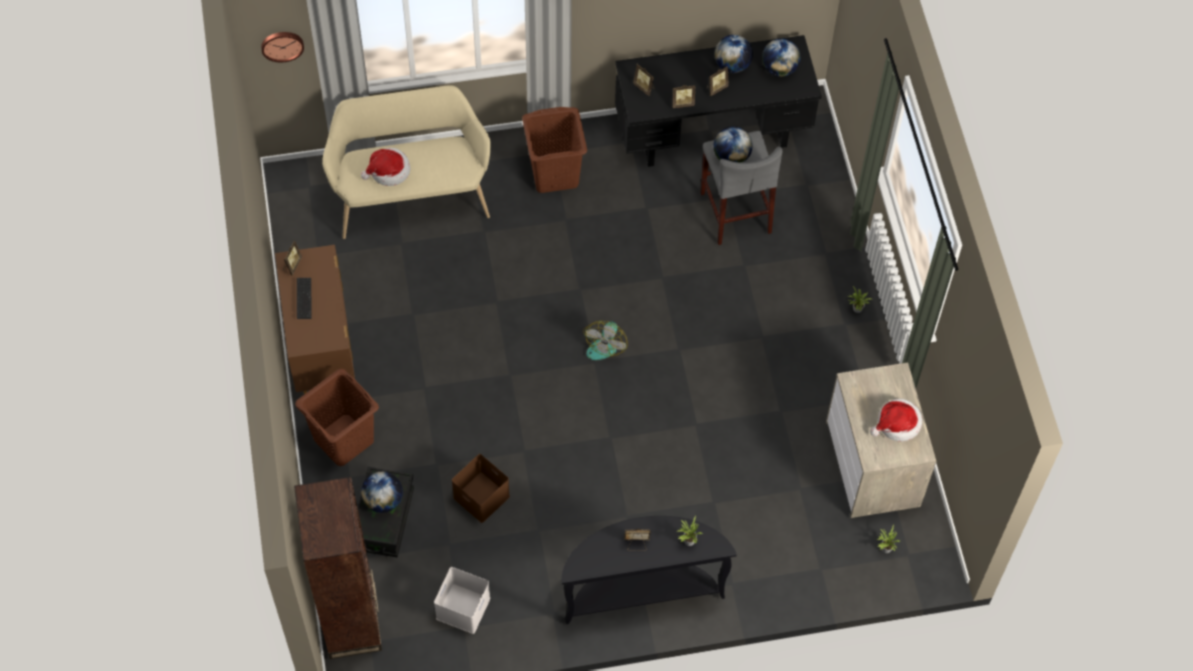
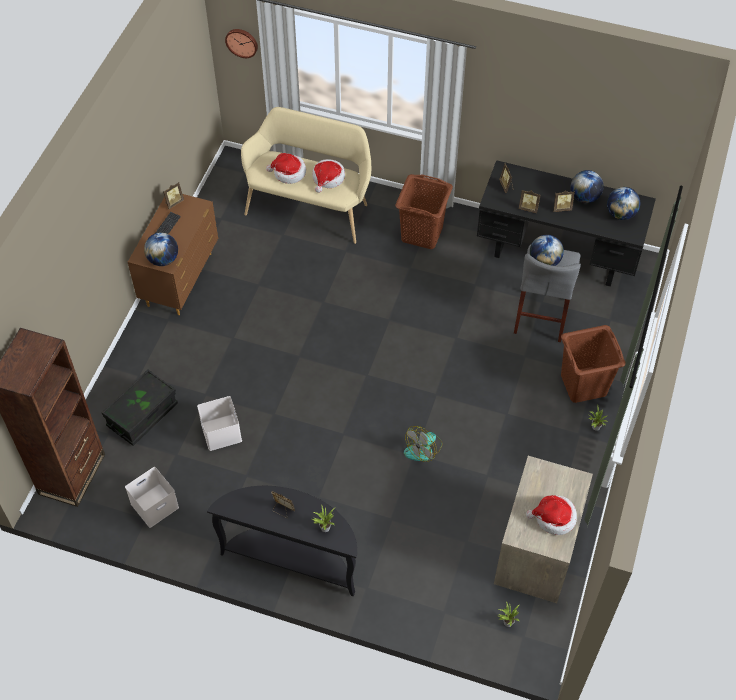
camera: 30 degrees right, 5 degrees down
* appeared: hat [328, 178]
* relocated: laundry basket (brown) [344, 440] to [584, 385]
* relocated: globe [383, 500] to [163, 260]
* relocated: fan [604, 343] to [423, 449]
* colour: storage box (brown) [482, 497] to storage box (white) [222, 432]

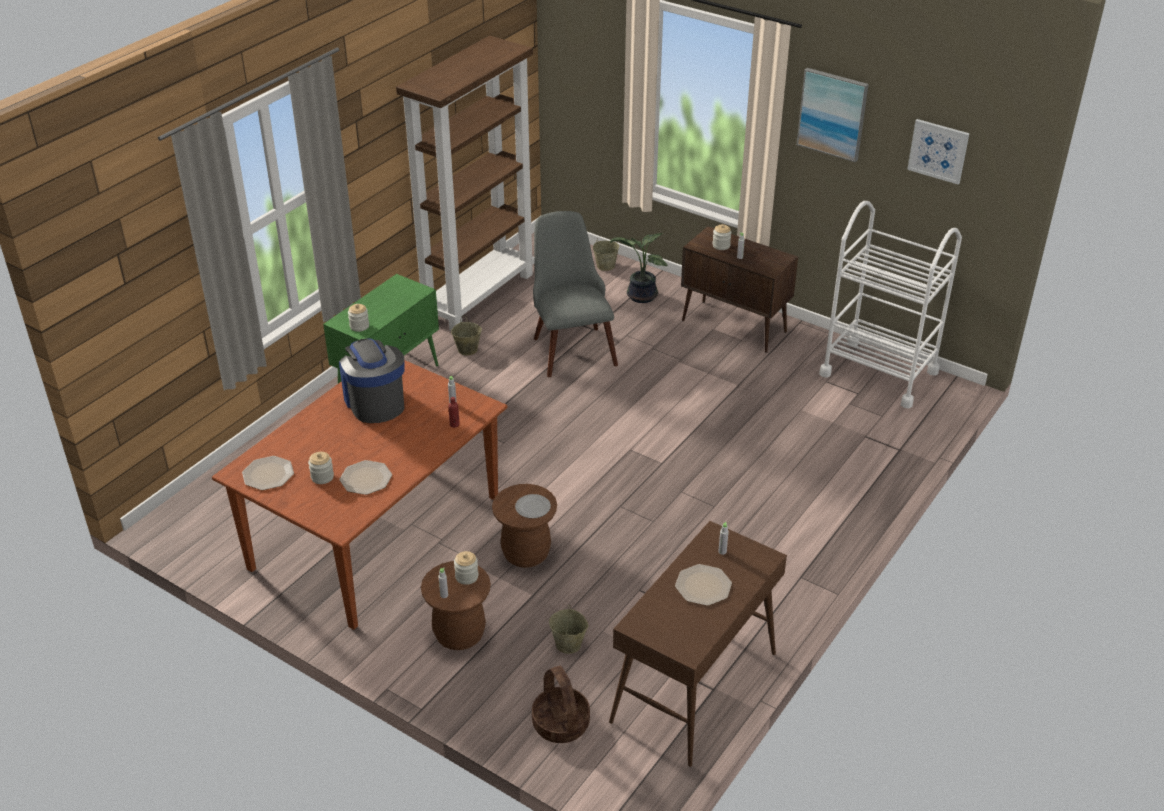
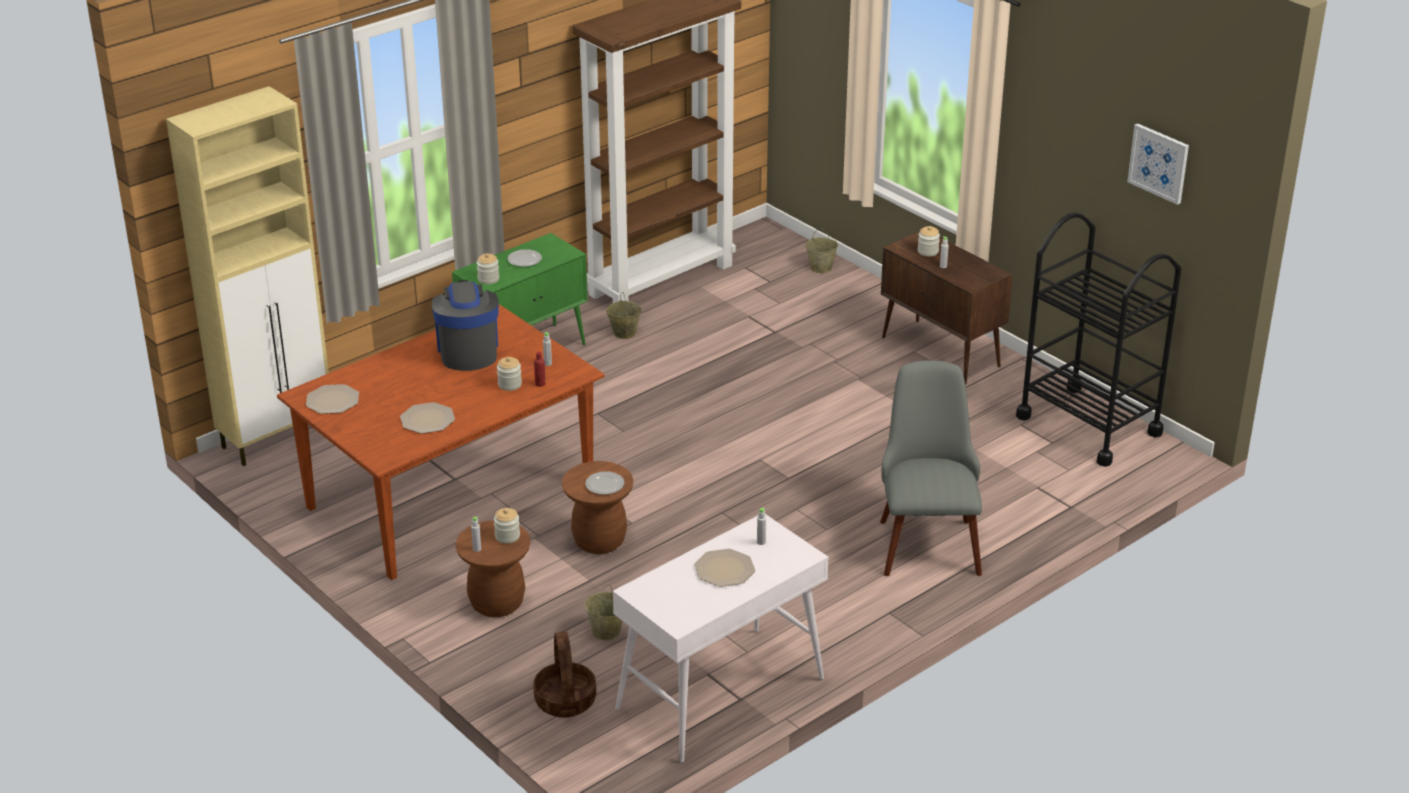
camera: 15 degrees right, 5 degrees down
* missing: potted plant [640, 296]
* missing: picture [832, 114]
* appeared: cabinet (beige) [278, 438]
* appeared: plate [524, 260]
* relocated: jar [322, 477] to [509, 384]
* relocated: chair (grey) [570, 345] to [926, 537]
* colour: console table (brown) [694, 688] to console table (white) [720, 695]
* colour: cart (white) [879, 373] to cart (black) [1088, 425]

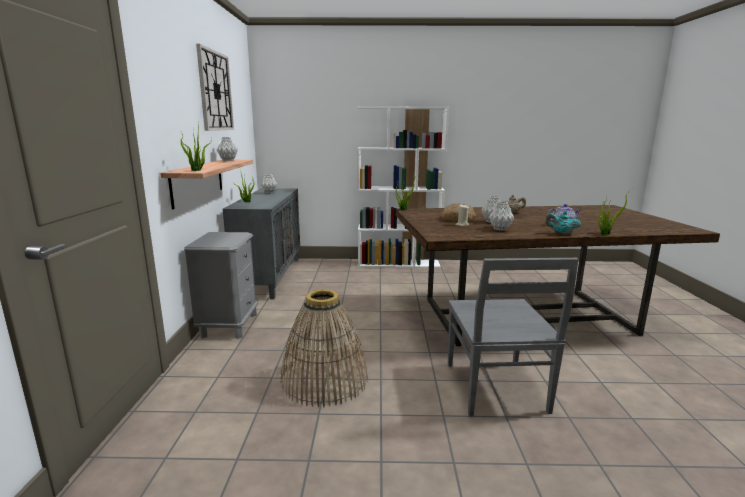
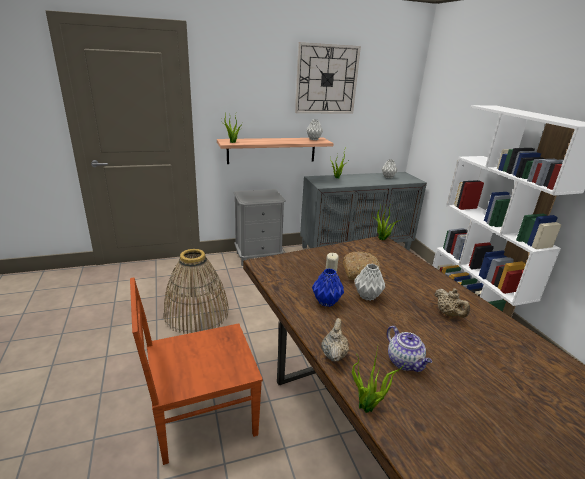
camera: 70 degrees right, 10 degrees up
* colour: chair (grey) [495, 388] to chair (brown) [201, 417]
* colour: vase (grey) [500, 229] to vase (blue) [327, 302]
* colour: teapot (turquoise) [561, 234] to teapot (beige) [334, 354]

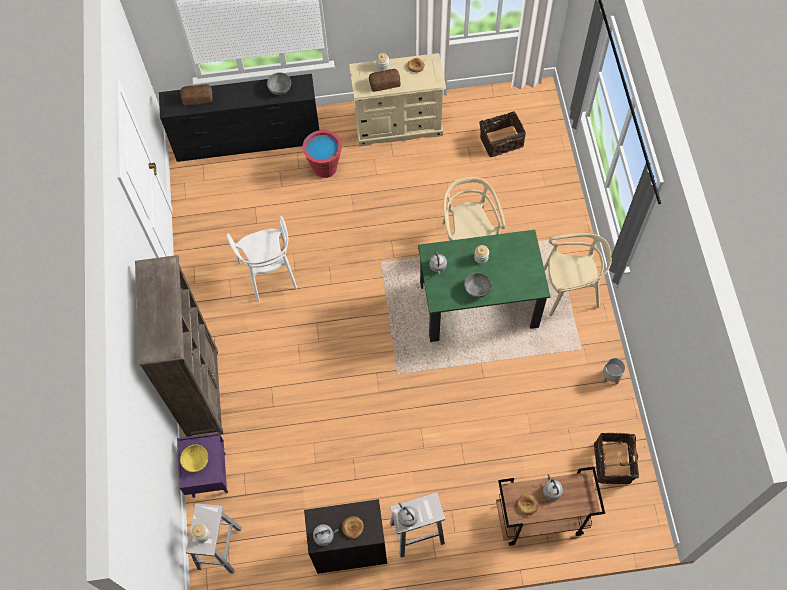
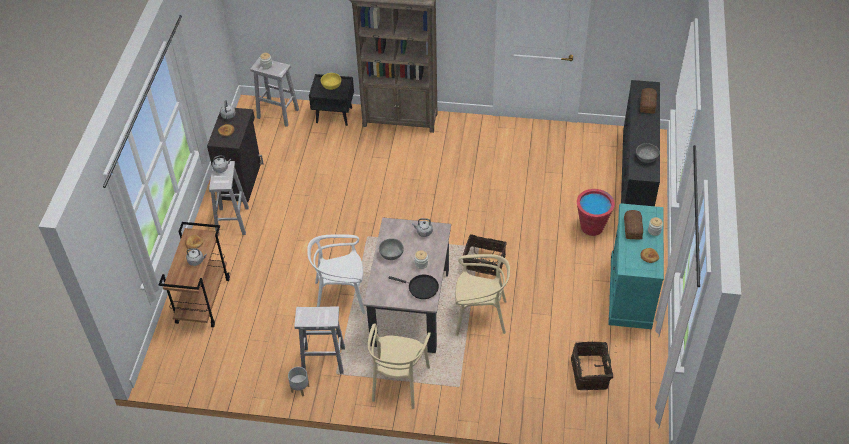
camera: 105 degrees right, 15 degrees down
* appeared: stool (white) [323, 360]
* appeared: frying pan (black) [421, 288]
* relocated: chair (white) [269, 273] to [341, 295]
* relocated: basket [614, 462] to [484, 263]
* colour: nightstand (purple) [208, 474] to nightstand (black) [334, 115]
* colour: dresser (beige) [398, 124] to dresser (turquoise) [630, 292]
* colour: dining table (green) [478, 304] to dining table (beige) [410, 307]

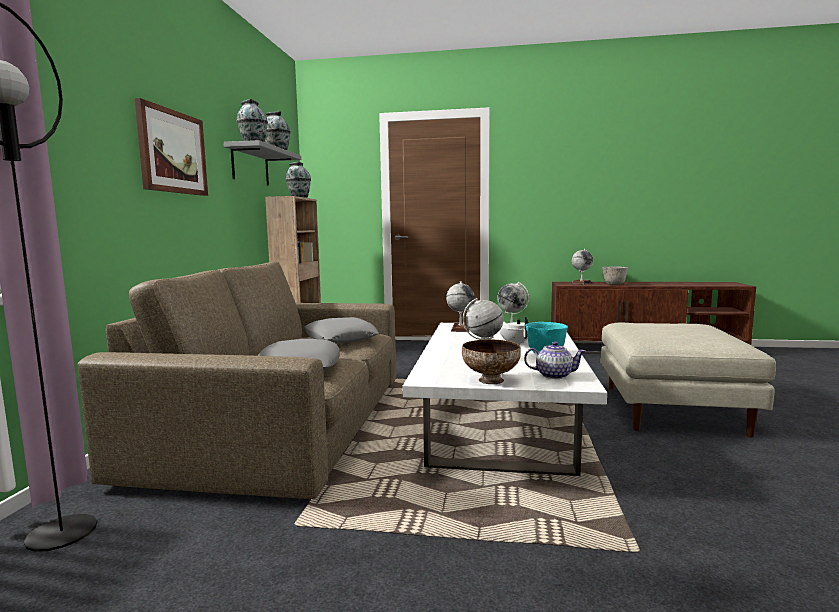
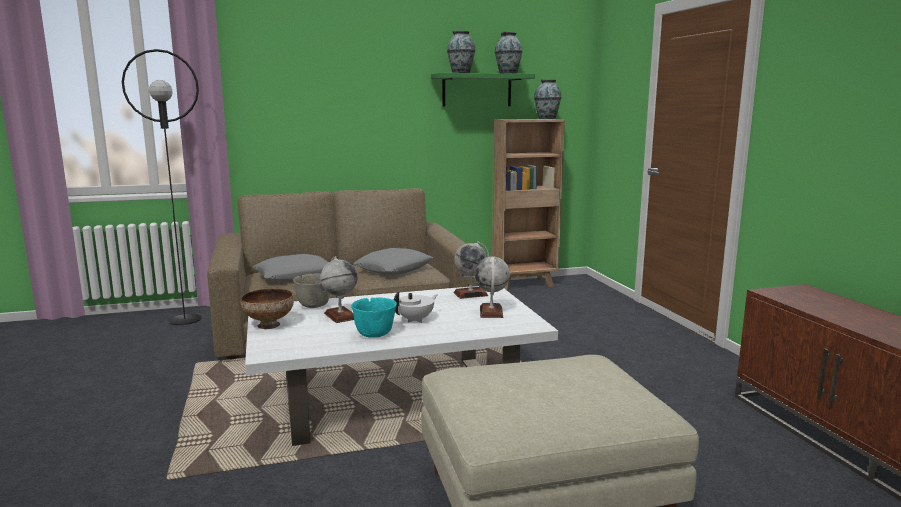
camera: 65 degrees right, 5 degrees up
* missing: picture [172, 152]
* missing: teapot [553, 375]
* missing: globe [581, 283]
* relocated: bowl (grey) [614, 284] to [314, 305]
* colour: shelf (grey) [250, 166] to shelf (green) [477, 90]

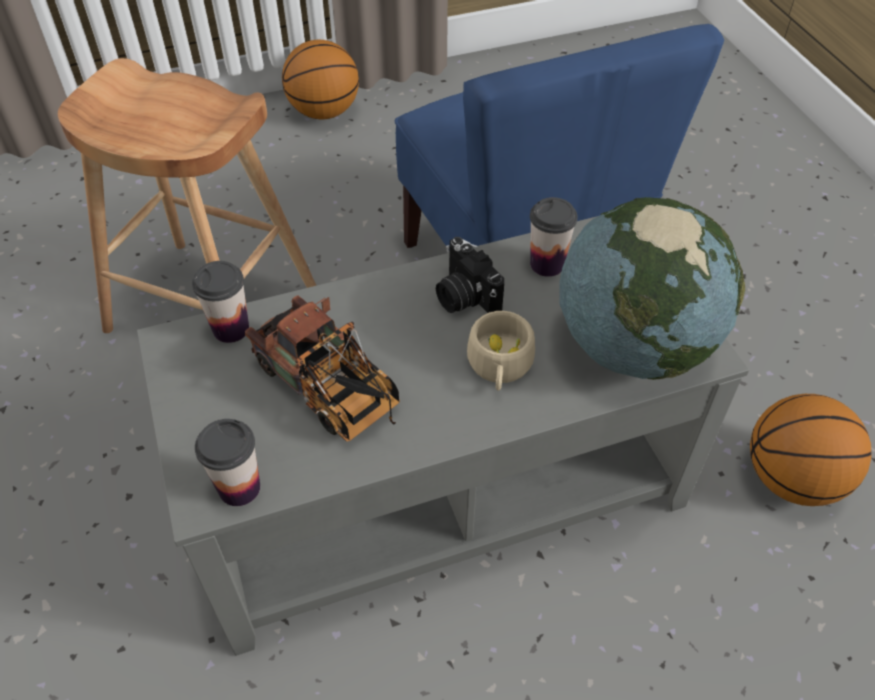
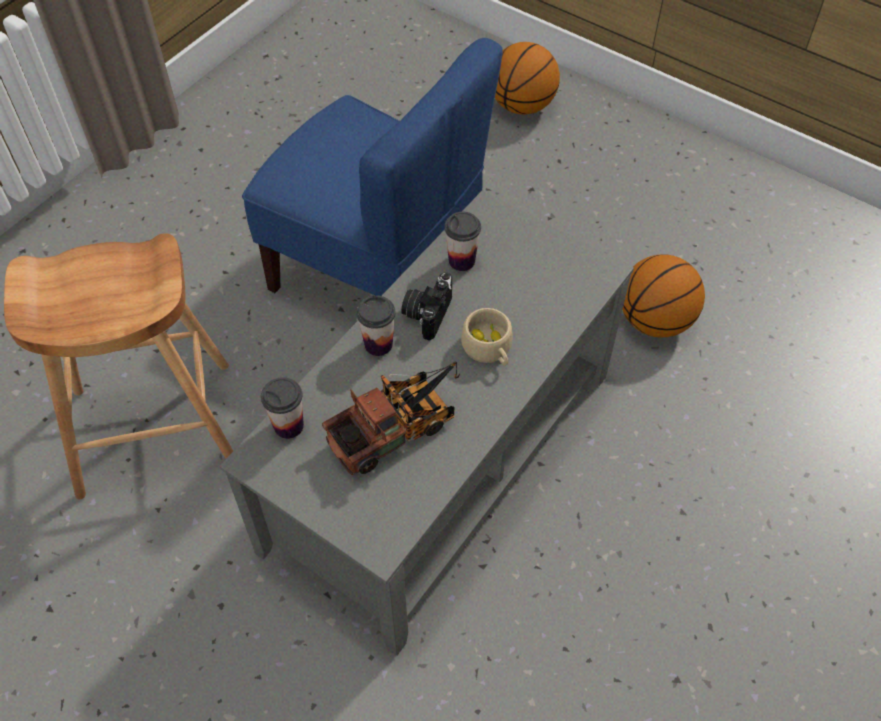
camera: 35 degrees left, 5 degrees up
* missing: globe [633, 345]
* relocated: cup [239, 488] to [378, 344]
* relocated: basketball [324, 112] to [522, 105]
* spun: toy truck [332, 392] = [398, 428] 45 degrees counterclockwise
* spun: photo camera [464, 296] = [427, 313] 90 degrees clockwise

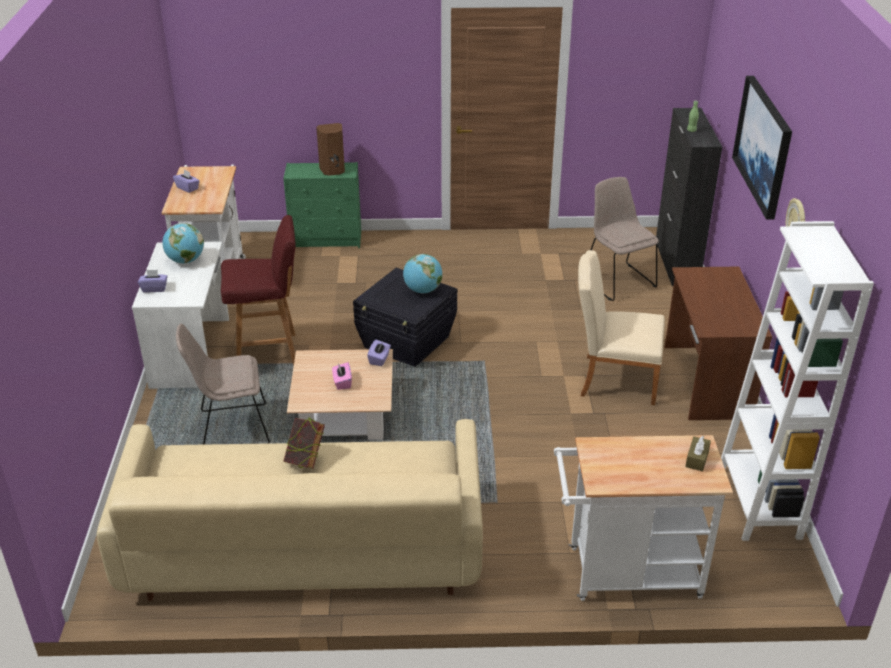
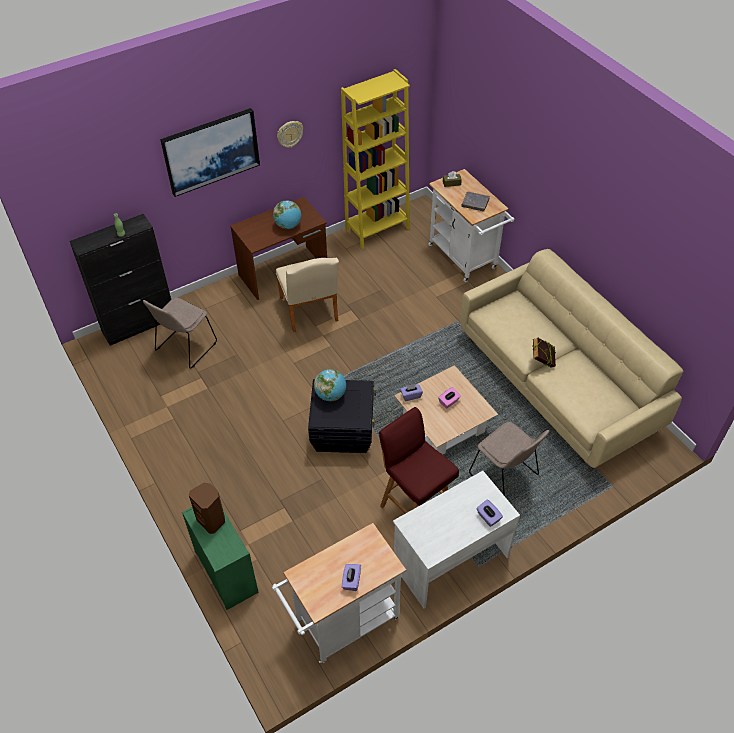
camera: 120 degrees left, 15 degrees up
* appeared: book (grey) [475, 203]
* relocated: globe [185, 261] to [288, 226]
* colour: bookcase (white) [758, 503] to bookcase (yellow) [377, 229]

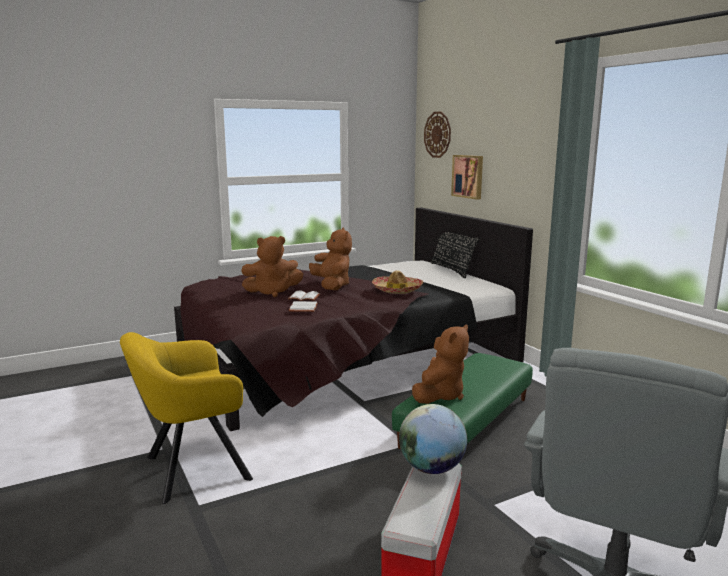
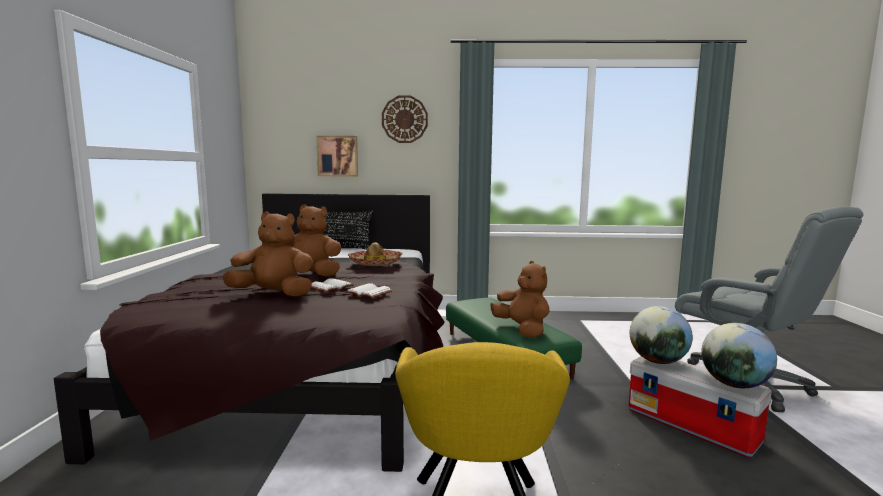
camera: 60 degrees left, 5 degrees down
* appeared: globe [734, 385]
* relocated: wall clock [437, 134] to [404, 119]
* spun: plush toy (brown) [272, 292] = [274, 294] 105 degrees counterclockwise

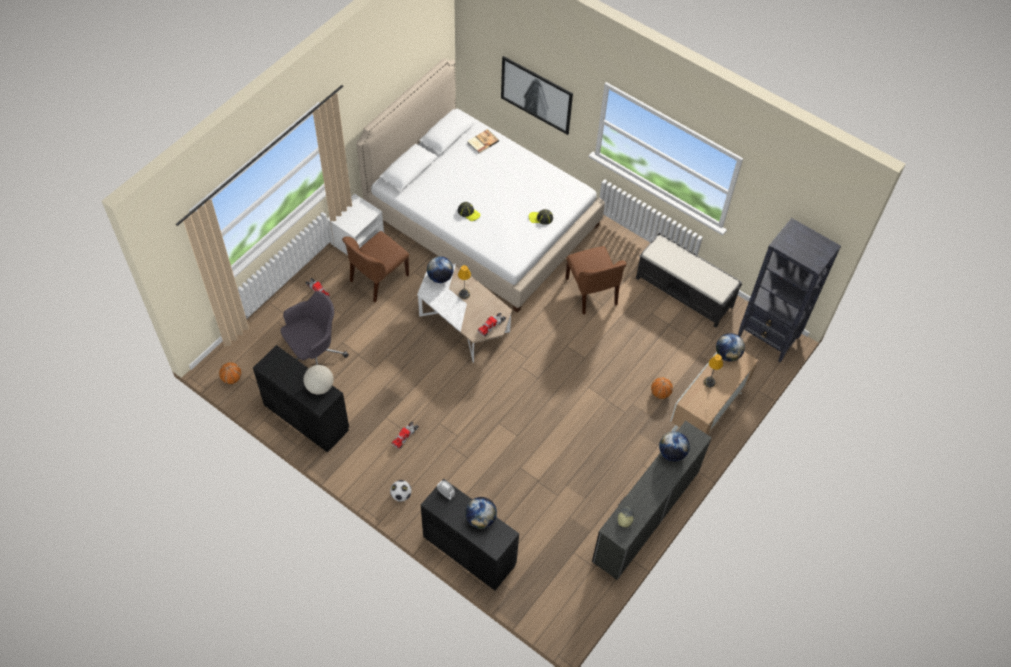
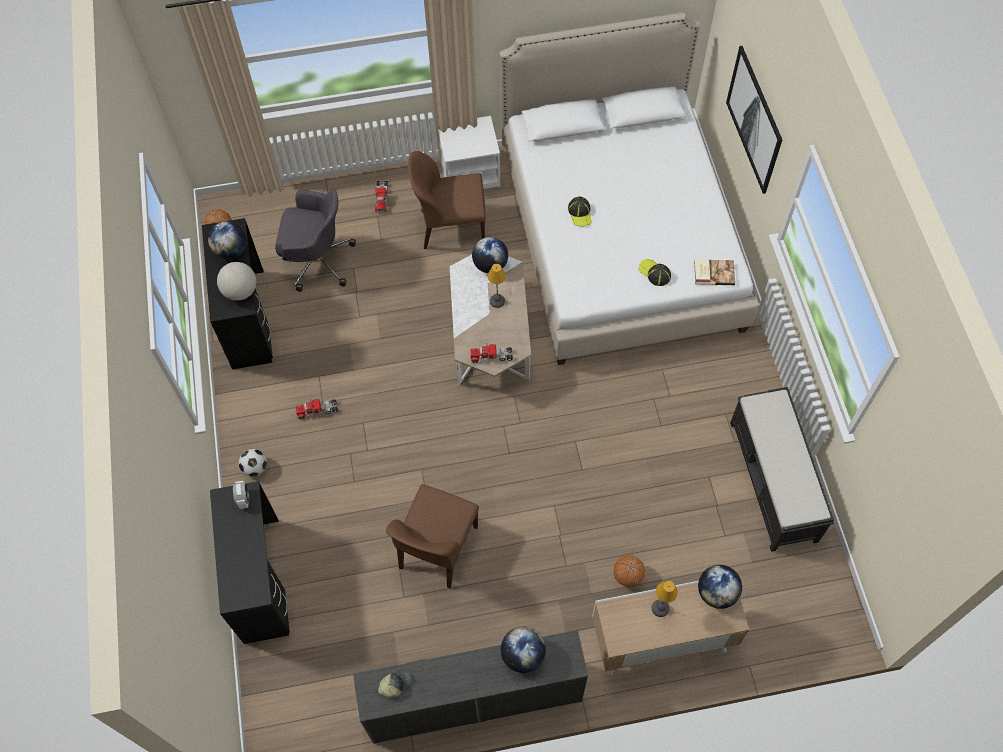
camera: 45 degrees right, 5 degrees up
* missing: bookcase (black) [769, 337]
* relocated: globe [480, 519] to [231, 250]
* relocated: book [482, 142] to [713, 272]
* relocated: chair (brown) [592, 292] to [437, 549]

